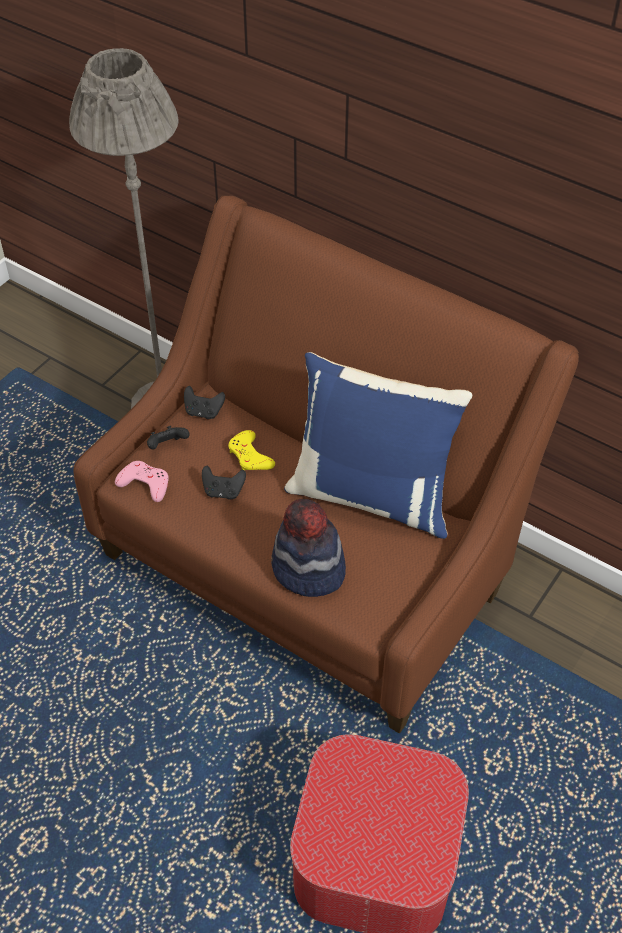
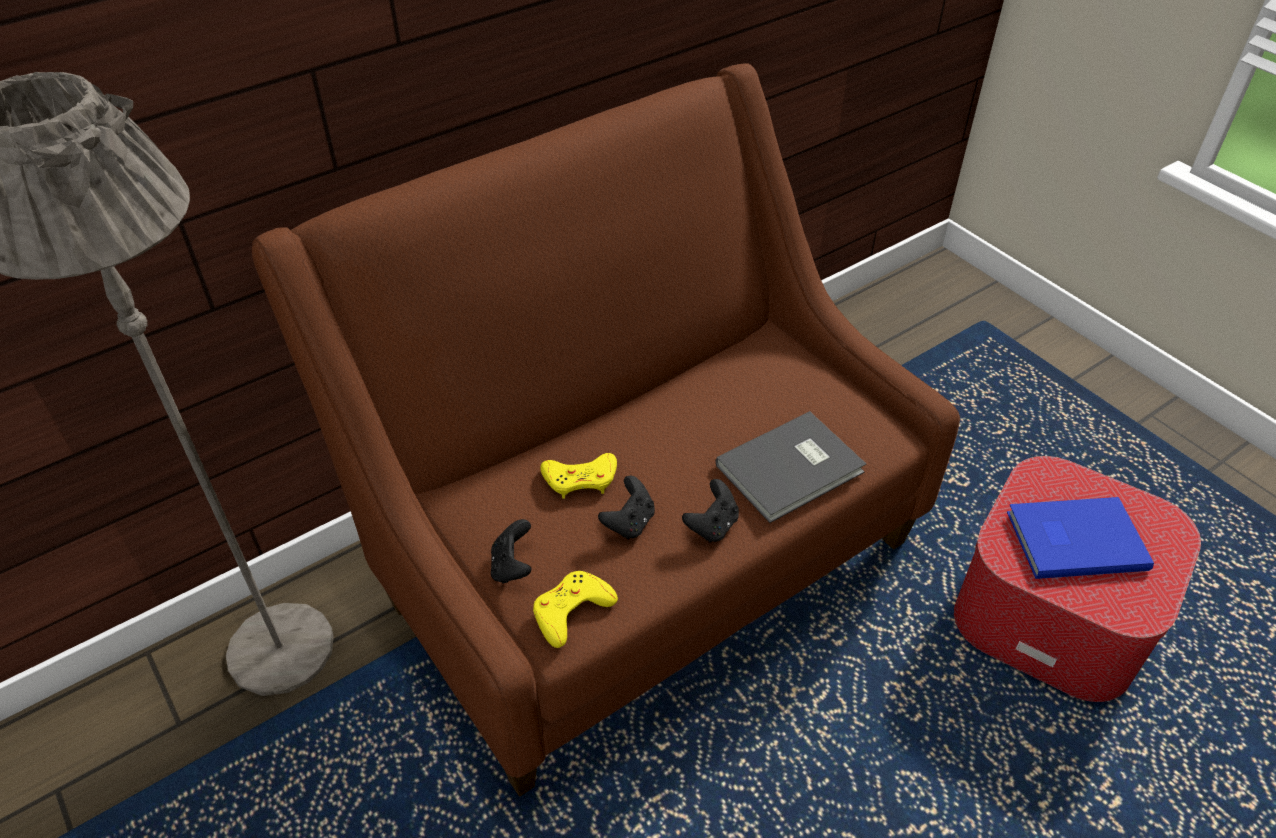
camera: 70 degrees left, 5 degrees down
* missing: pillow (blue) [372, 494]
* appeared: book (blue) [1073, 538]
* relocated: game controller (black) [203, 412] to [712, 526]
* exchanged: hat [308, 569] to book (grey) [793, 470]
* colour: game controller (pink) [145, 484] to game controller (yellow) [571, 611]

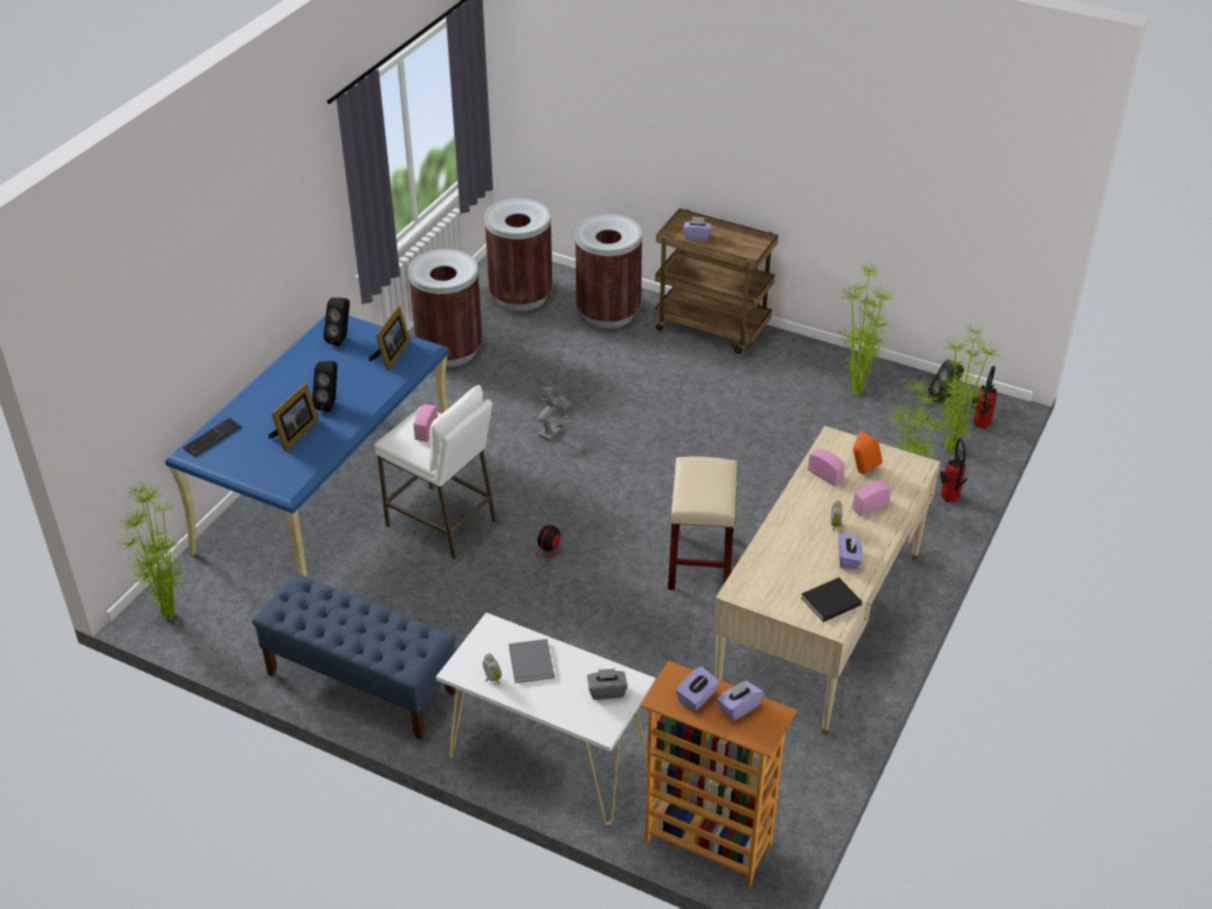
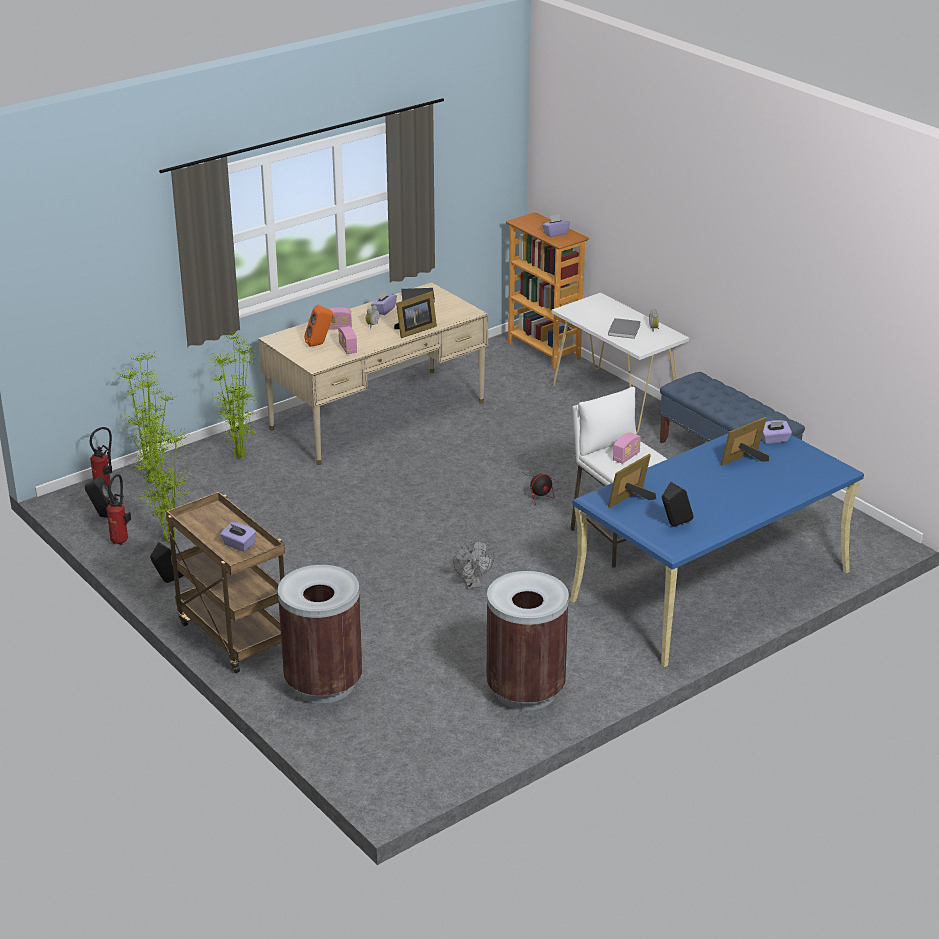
camera: 155 degrees left, 10 degrees down
* missing: potted plant [172, 614]
* missing: keyboard [212, 438]
* missing: trash can (brown) [521, 296]
* missing: tissue box (grey) [607, 691]
* missing: stool (beige) [699, 562]
* appeared: picture frame [414, 330]
* relocated: speaker (black) [330, 404] to [168, 582]
* relocated: tissue box (purple) [738, 708] to [774, 440]
* relocated: fire extinguisher [949, 500] to [122, 540]
* spun: fan (grey) [553, 430] = [472, 584] 75 degrees counterclockwise

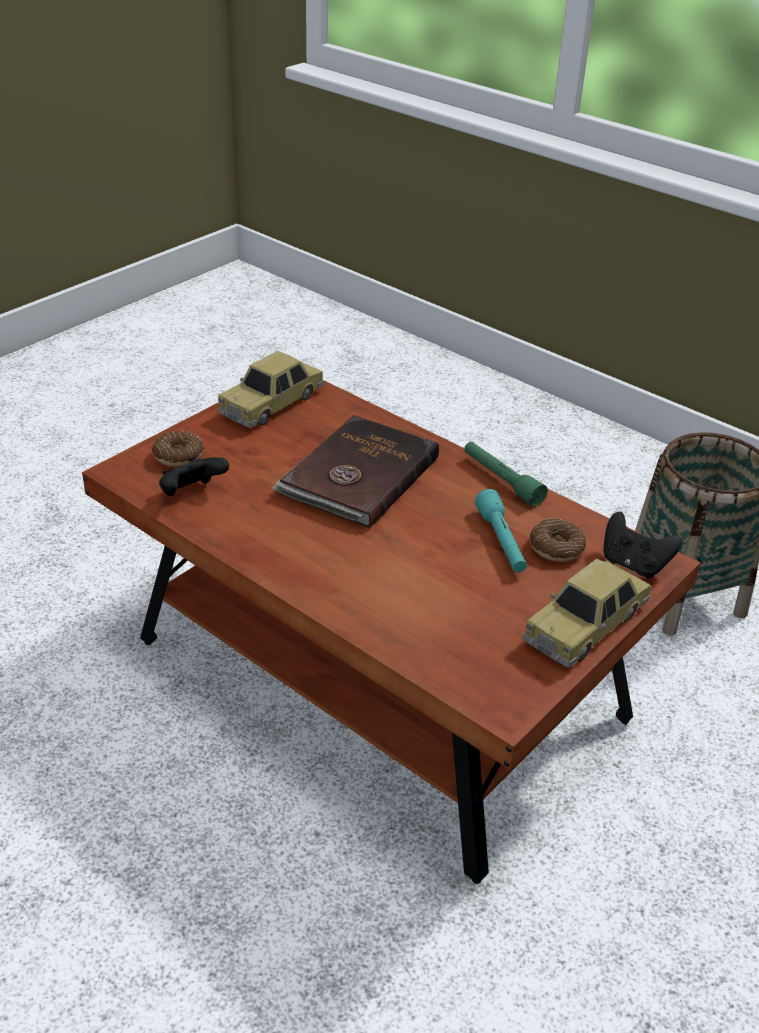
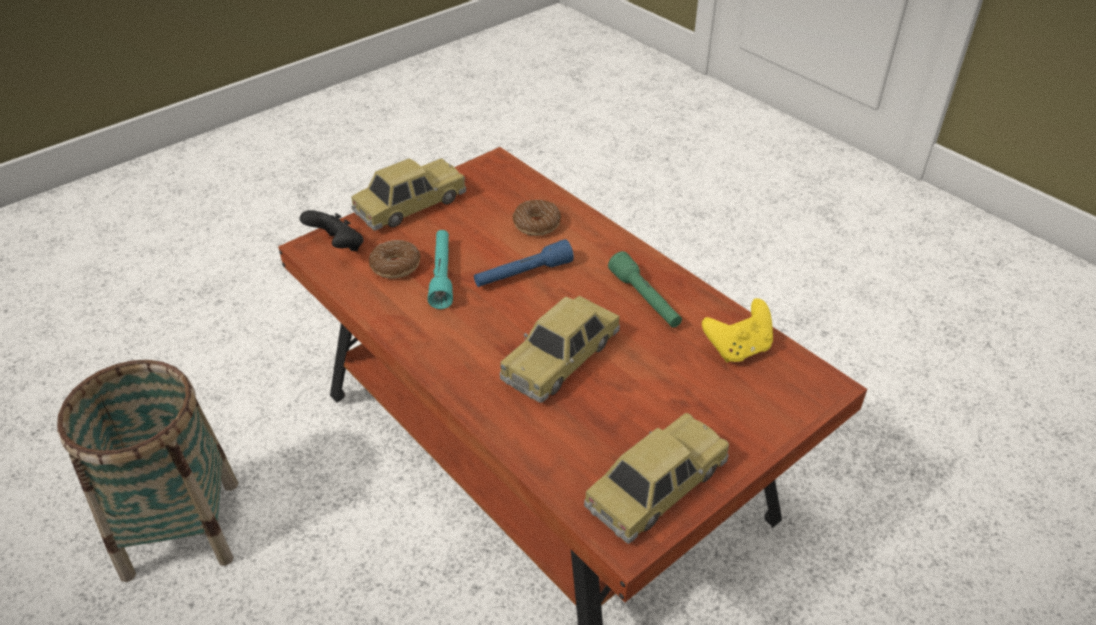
camera: 170 degrees left, 5 degrees up
* appeared: flashlight (blue) [523, 274]
* relocated: donut [179, 456] to [536, 224]
* relocated: flashlight (green) [501, 480] to [645, 300]
* exchanged: book (brown) [357, 476] to toy car [561, 358]
* colour: game controller (black) [191, 494] to game controller (yellow) [738, 348]

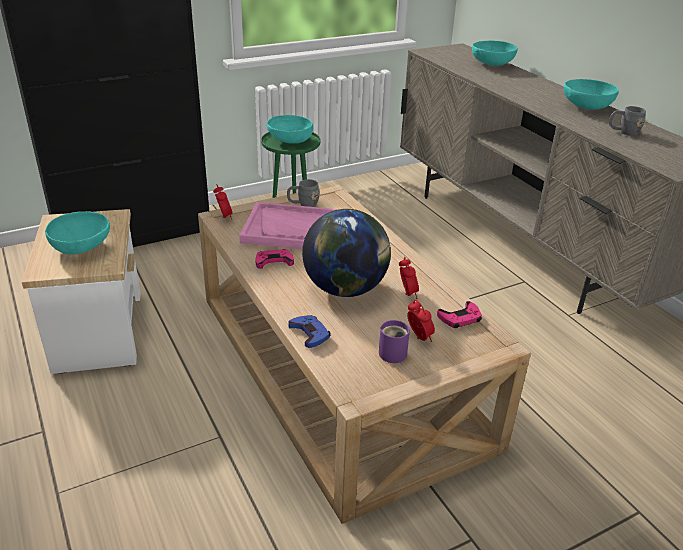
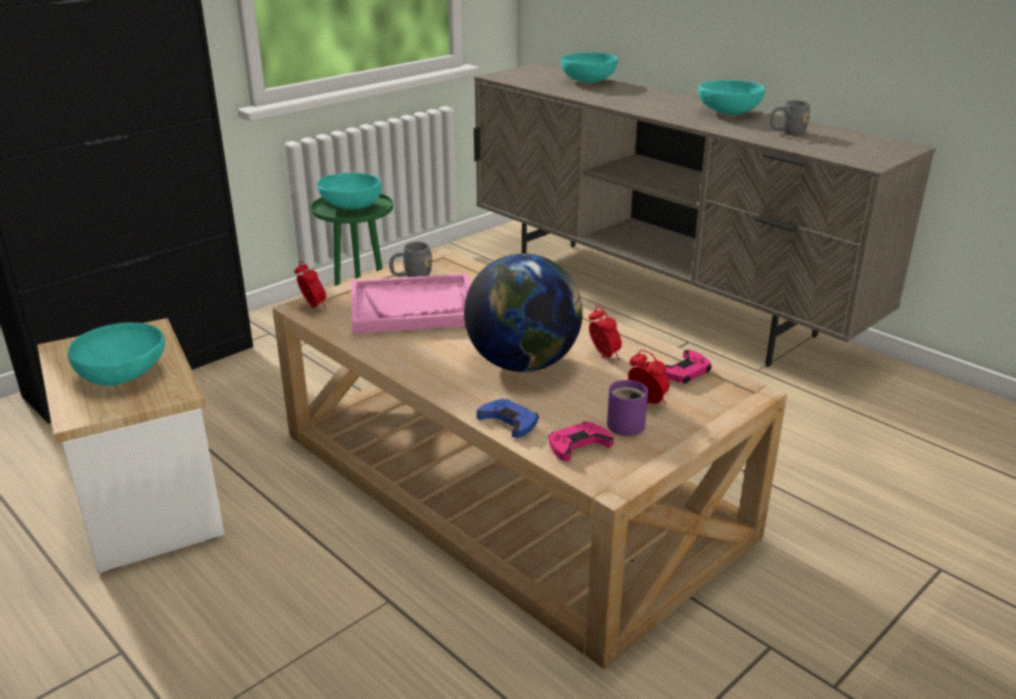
camera: 15 degrees left, 5 degrees down
* relocated: game controller (pink) [274, 261] to [578, 445]

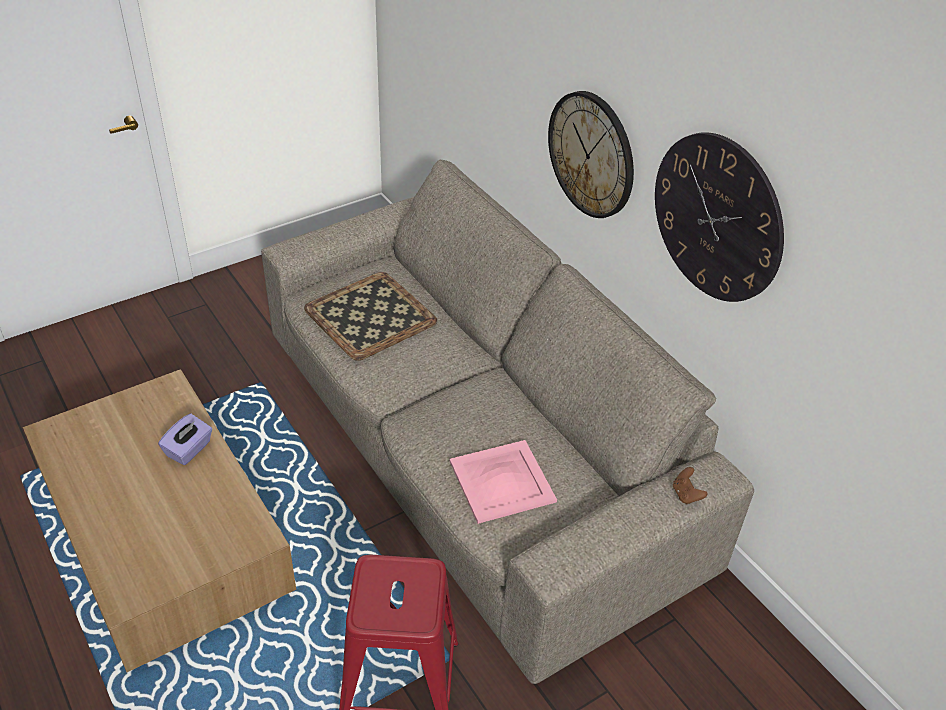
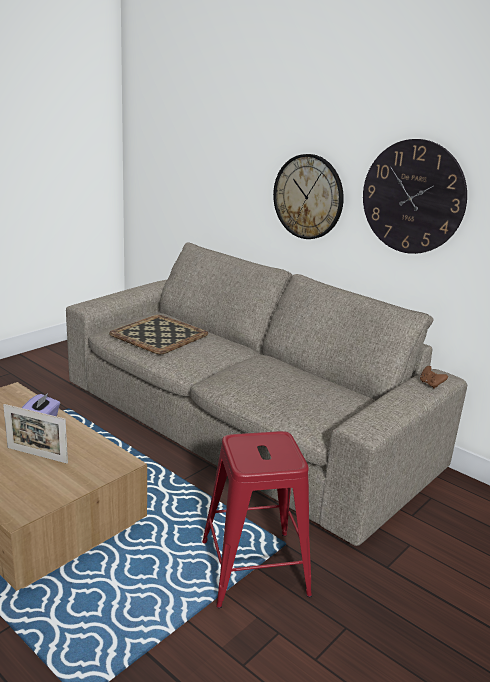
camera: 15 degrees left, 20 degrees down
* missing: tray (pink) [502, 480]
* appeared: picture frame [37, 455]

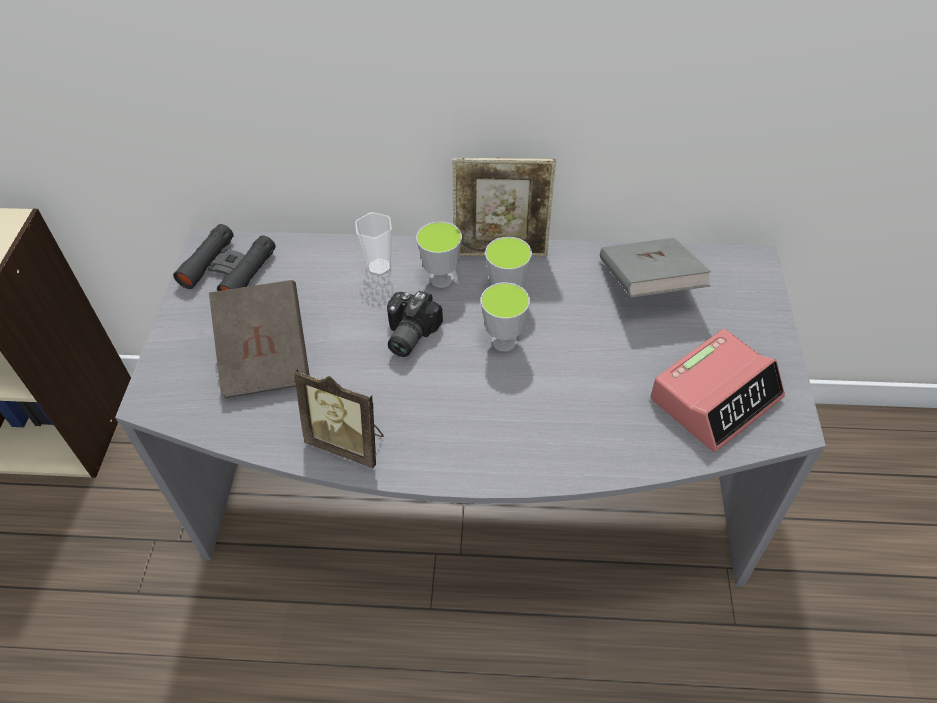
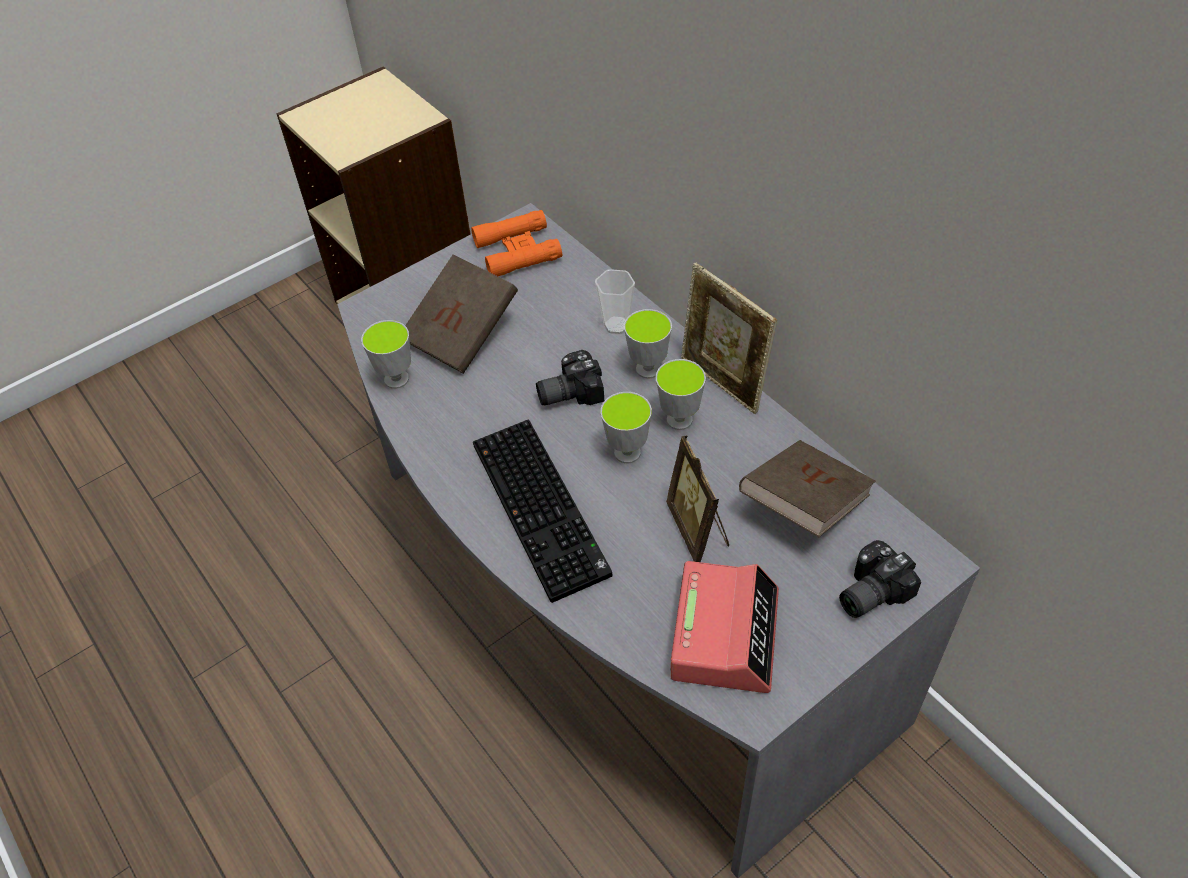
camera: 50 degrees right, 0 degrees up
* appeared: cup [396, 379]
* appeared: keyboard [544, 509]
* appeared: photo camera [868, 591]
* relocated: picture frame [348, 442] to [699, 529]
* colour: binoculars (black) [228, 269] to binoculars (orange) [517, 251]
* colour: book (grey) [648, 285] to book (brown) [804, 504]
* spun: alarm clock [715, 398] = [724, 634] 90 degrees counterclockwise

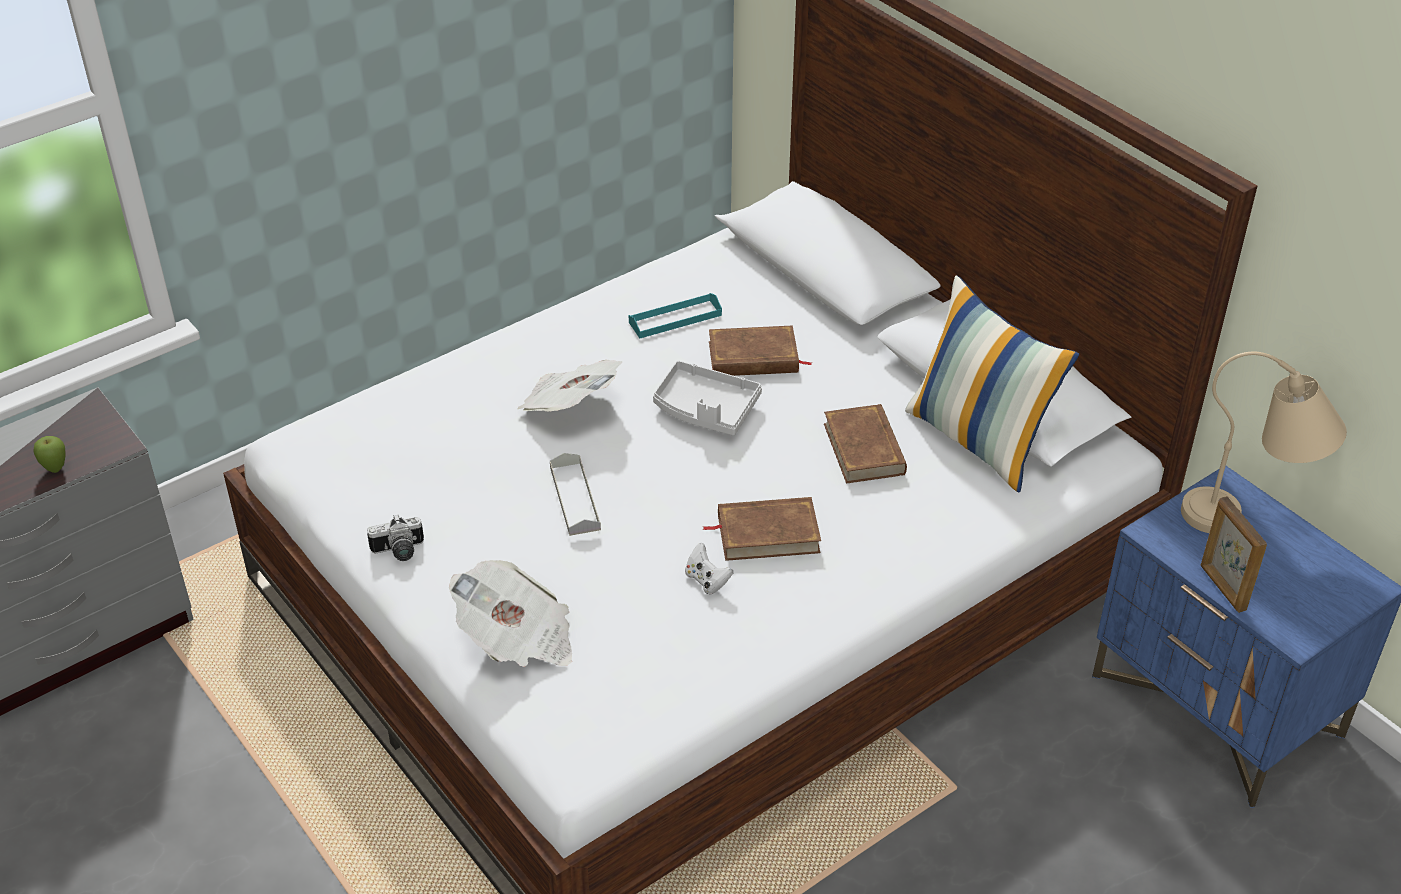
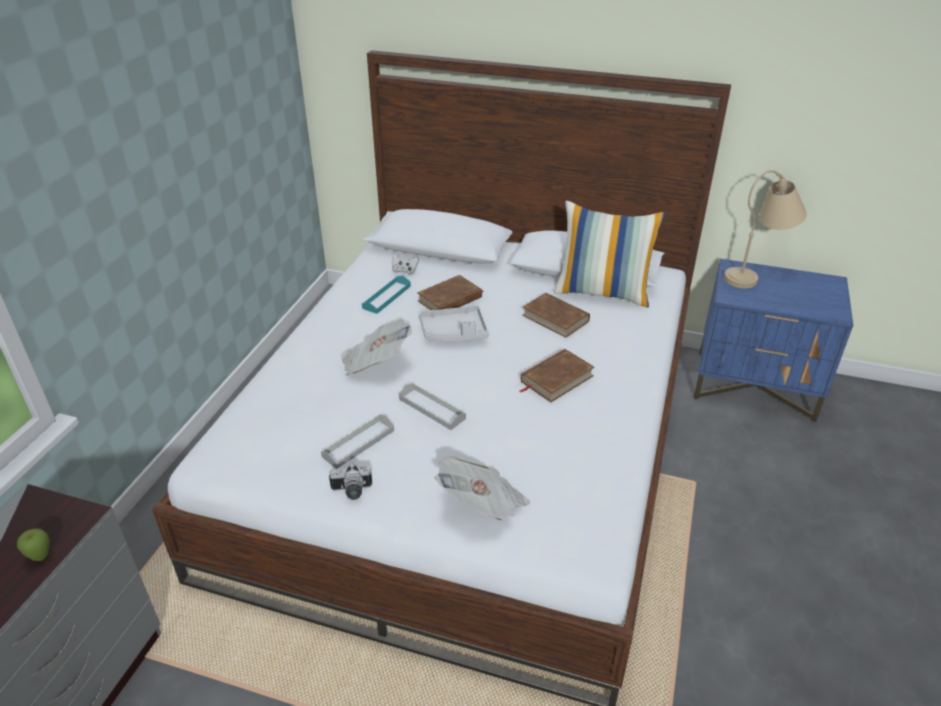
camera: 35 degrees left, 5 degrees down
* missing: picture frame [1222, 588]
* appeared: tray (grey) [358, 443]
* relocated: game controller (white) [707, 580] to [404, 271]
* spun: photo camera [399, 552] = [351, 491] 45 degrees clockwise

